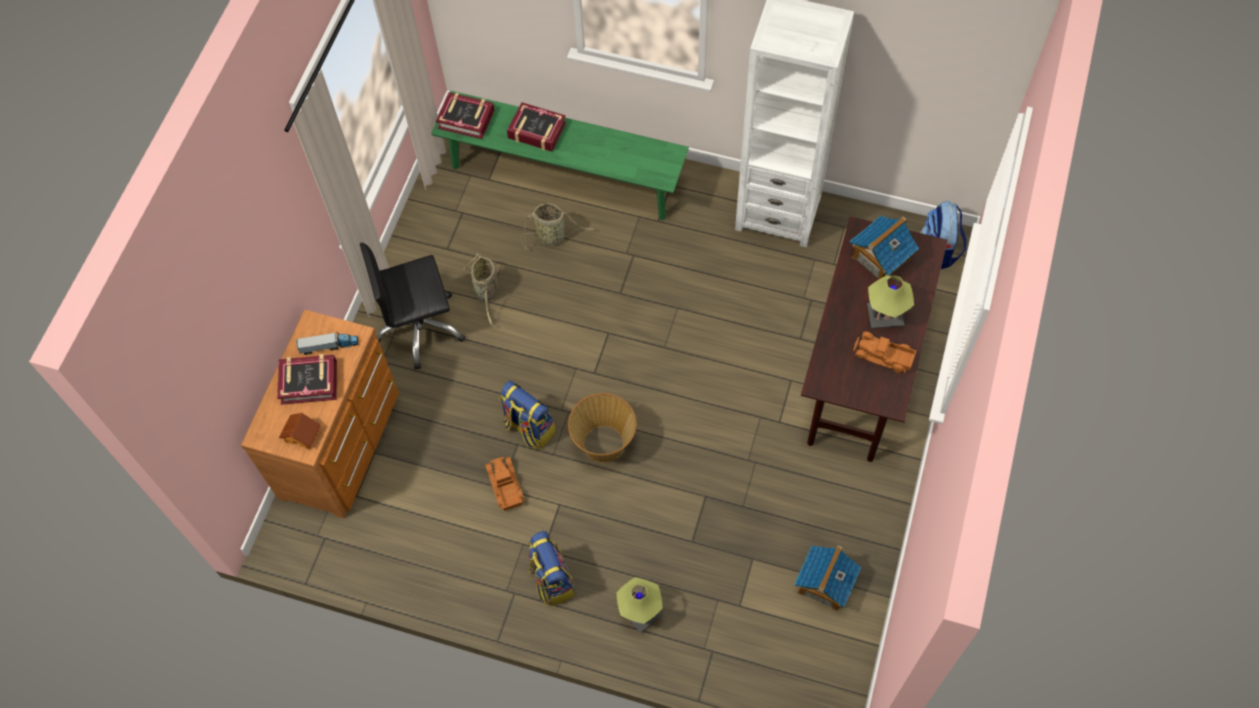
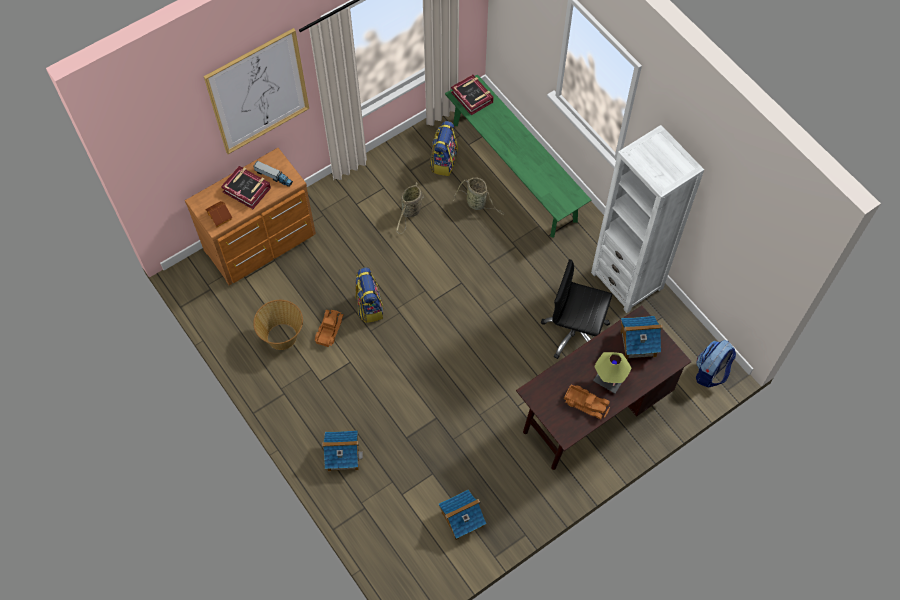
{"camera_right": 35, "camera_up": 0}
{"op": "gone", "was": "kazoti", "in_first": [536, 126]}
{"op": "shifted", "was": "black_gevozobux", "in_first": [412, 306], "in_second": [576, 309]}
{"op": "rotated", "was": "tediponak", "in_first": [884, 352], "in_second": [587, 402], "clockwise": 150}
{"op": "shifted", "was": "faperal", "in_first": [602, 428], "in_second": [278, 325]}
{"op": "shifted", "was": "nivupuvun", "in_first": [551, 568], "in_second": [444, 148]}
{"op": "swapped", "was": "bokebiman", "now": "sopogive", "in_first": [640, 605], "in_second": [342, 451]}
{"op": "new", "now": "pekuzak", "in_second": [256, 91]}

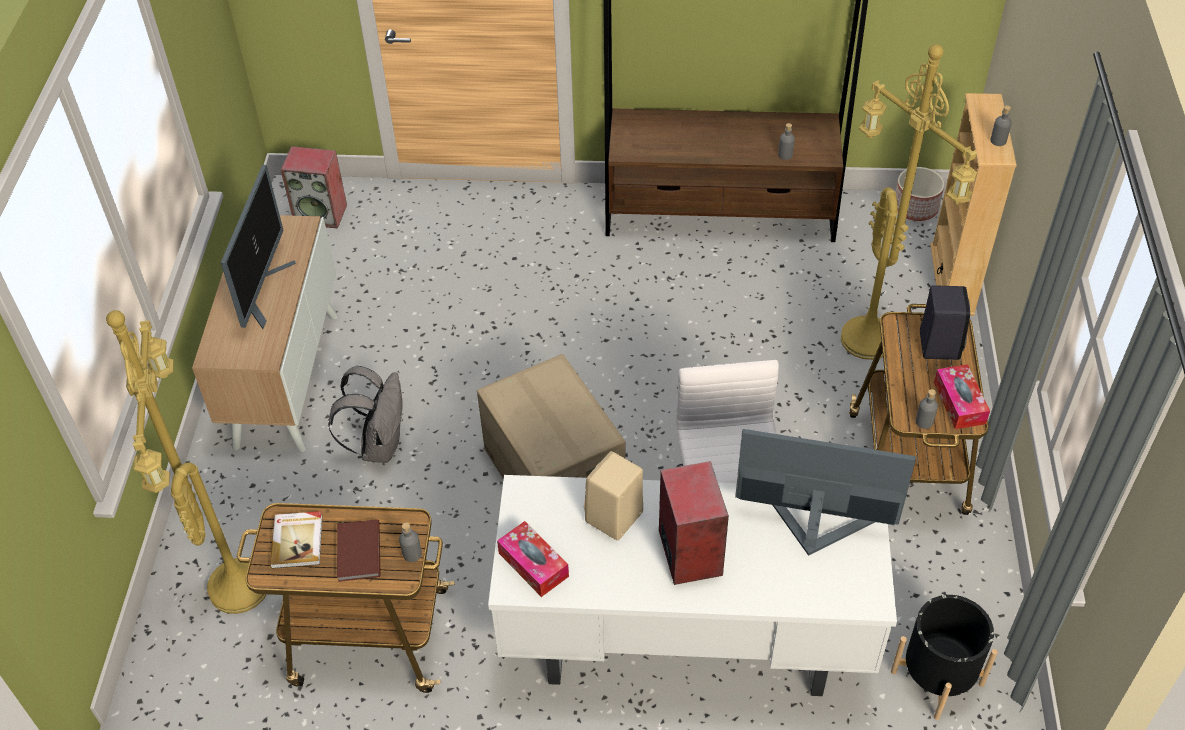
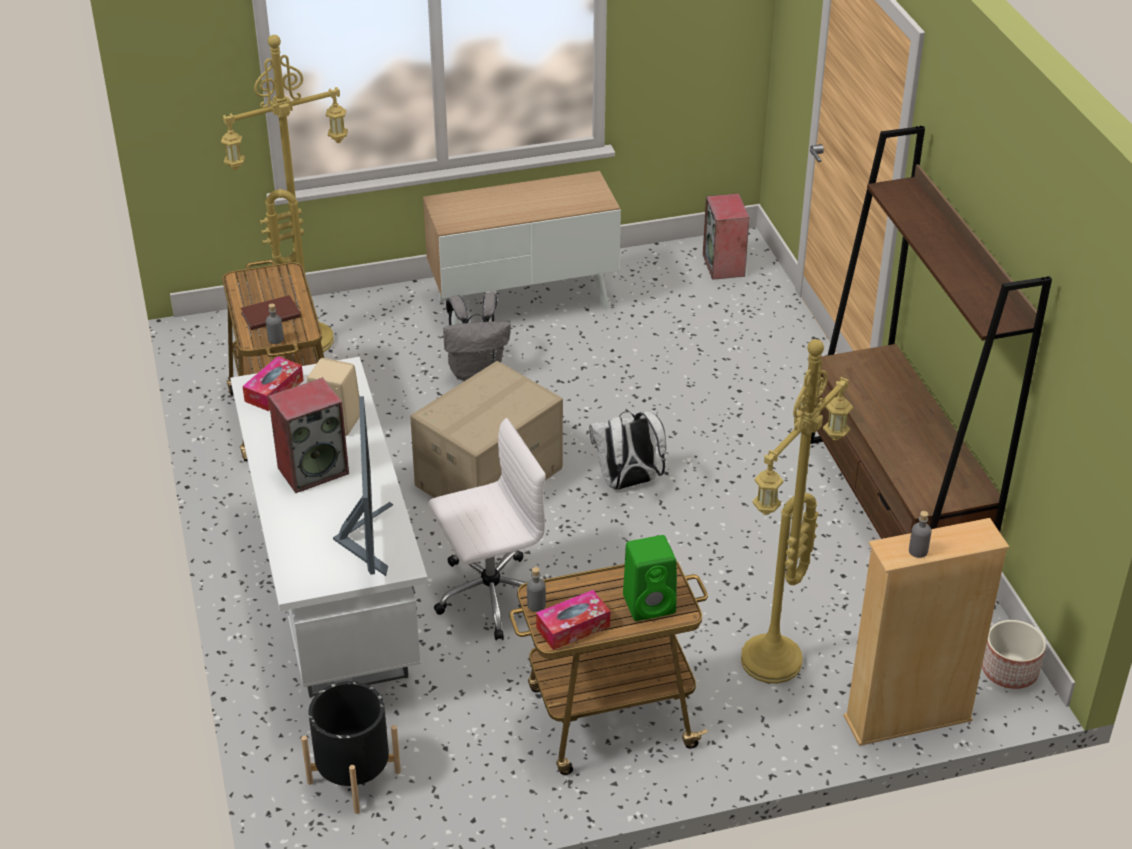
{"camera_right": 70, "camera_up": -10}
{"op": "gone", "was": "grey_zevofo", "in_first": [786, 141]}
{"op": "gone", "was": "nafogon", "in_first": [258, 247]}
{"op": "repainted", "was": "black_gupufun", "now": "green_gupufun", "in_first": [945, 322], "in_second": [650, 578]}
{"op": "gone", "was": "kazoti", "in_first": [296, 540]}
{"op": "new", "now": "white_nivupuvun", "in_second": [627, 450]}

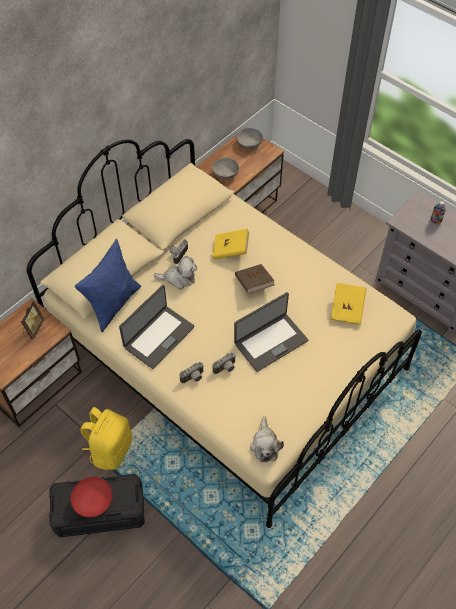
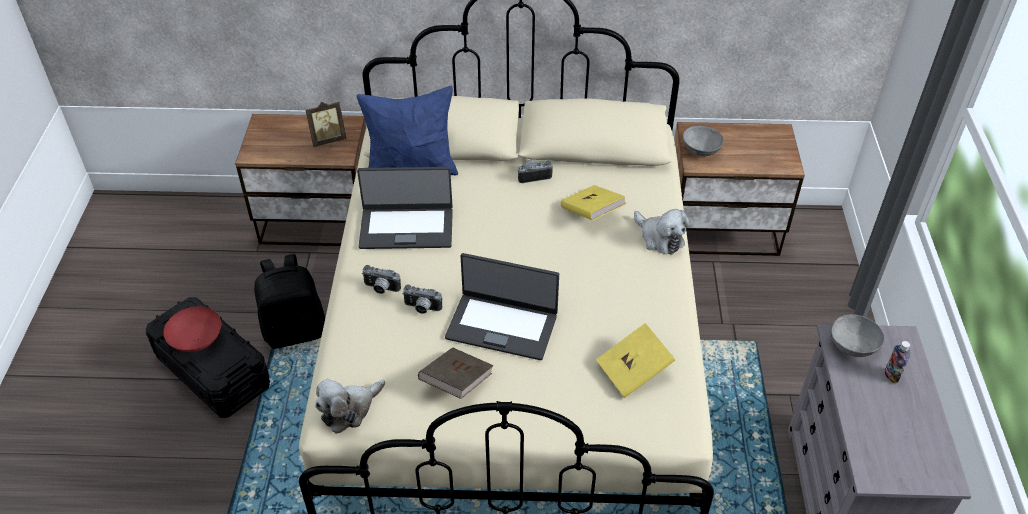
{"camera_right": 50, "camera_up": -10}
{"op": "shifted", "was": "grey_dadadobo", "in_first": [250, 138], "in_second": [858, 335]}
{"op": "shifted", "was": "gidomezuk", "in_first": [175, 273], "in_second": [662, 232]}
{"op": "shifted", "was": "brown_kazoti", "in_first": [255, 279], "in_second": [456, 373]}
{"op": "repainted", "was": "yellow_nivupuvun", "now": "black_nivupuvun", "in_first": [106, 438], "in_second": [289, 301]}

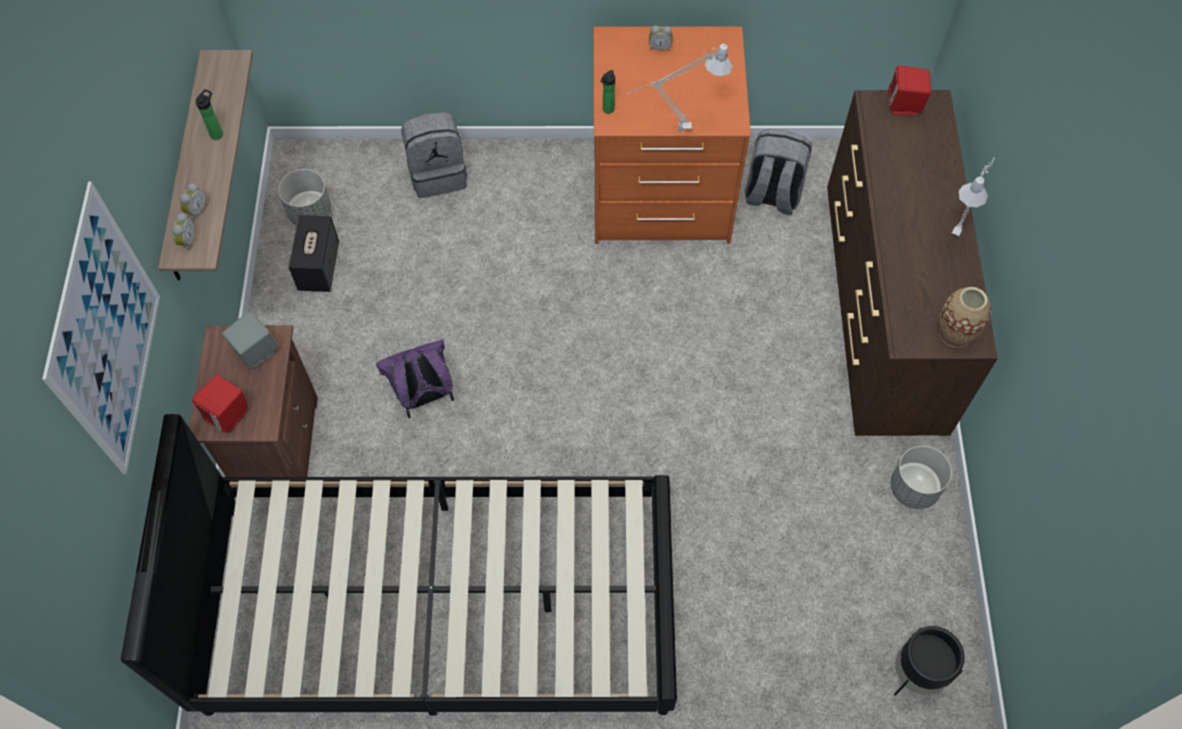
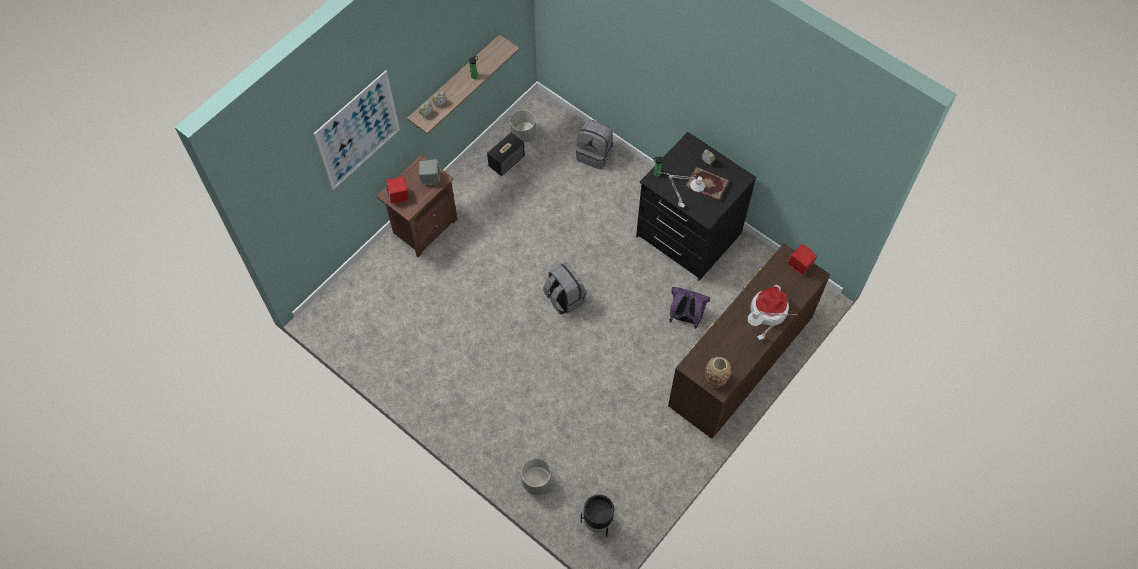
{"camera_right": 40, "camera_up": 0}
{"op": "repainted", "was": "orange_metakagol", "now": "black_metakagol", "in_first": [672, 135], "in_second": [696, 206]}
{"op": "shifted", "was": "grey_nivupuvun", "in_first": [778, 172], "in_second": [565, 288]}
{"op": "shifted", "was": "purple_nivupuvun", "in_first": [415, 378], "in_second": [689, 307]}
{"op": "gone", "was": "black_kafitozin", "in_first": [399, 565]}
{"op": "shifted", "was": "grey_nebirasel", "in_first": [921, 477], "in_second": [536, 476]}
{"op": "new", "now": "kazoti", "in_second": [707, 184]}
{"op": "new", "now": "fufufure", "in_second": [769, 305]}

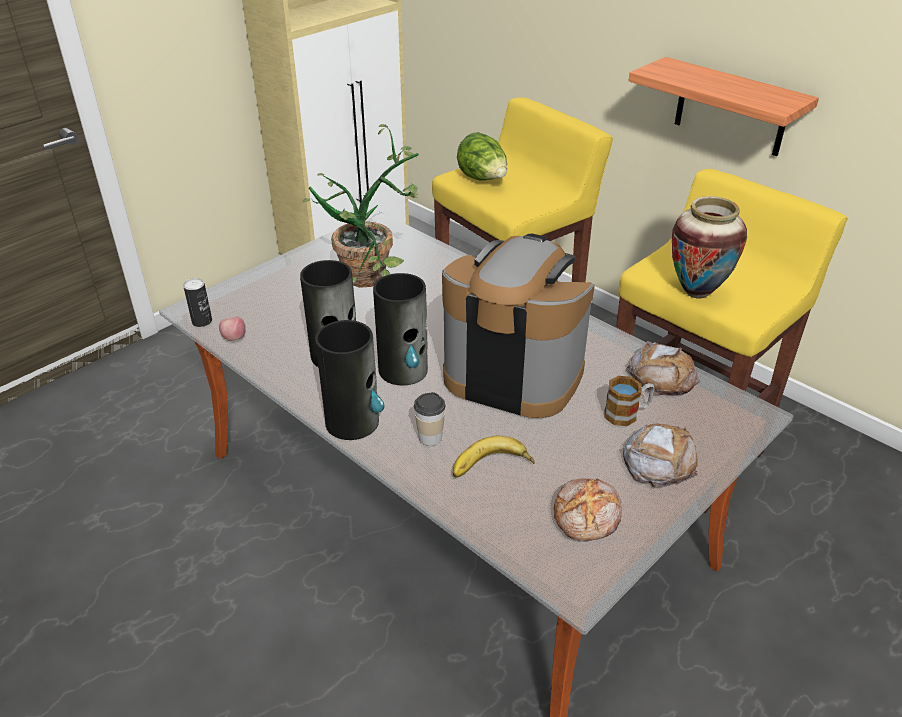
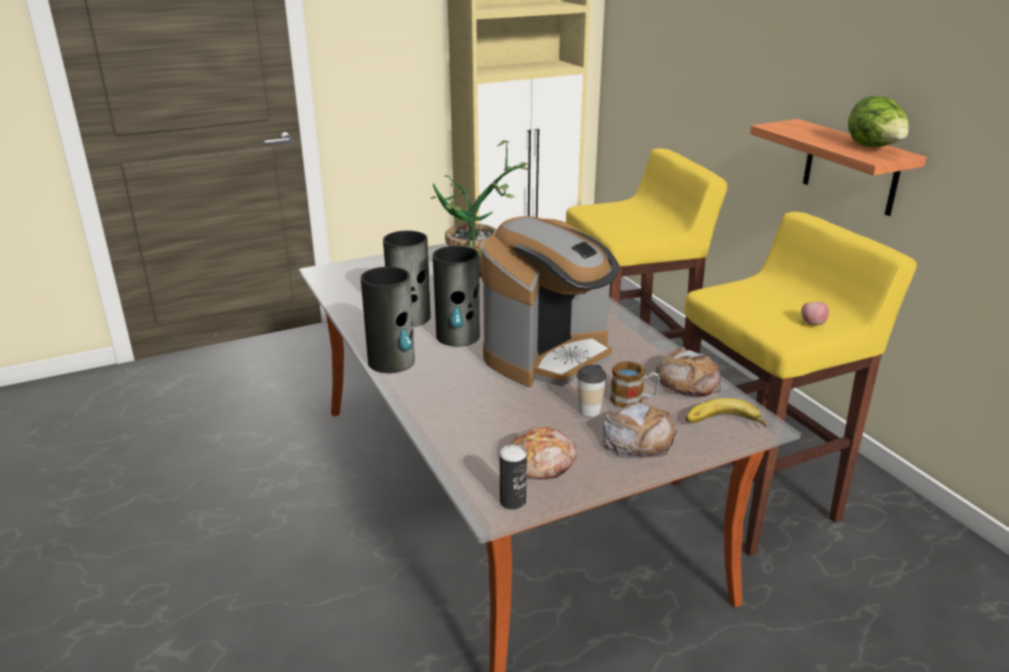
{"camera_right": 20, "camera_up": -10}
{"op": "shifted", "was": "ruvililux", "in_first": [482, 156], "in_second": [878, 121]}
{"op": "gone", "was": "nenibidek", "in_first": [709, 247]}
{"op": "rotated", "was": "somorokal", "in_first": [518, 325], "in_second": [550, 301], "clockwise": 90}
{"op": "shifted", "was": "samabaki", "in_first": [197, 302], "in_second": [513, 477]}
{"op": "shifted", "was": "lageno", "in_first": [232, 328], "in_second": [815, 313]}
{"op": "shifted", "was": "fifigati", "in_first": [429, 419], "in_second": [592, 391]}
{"op": "shifted", "was": "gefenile", "in_first": [494, 457], "in_second": [726, 412]}

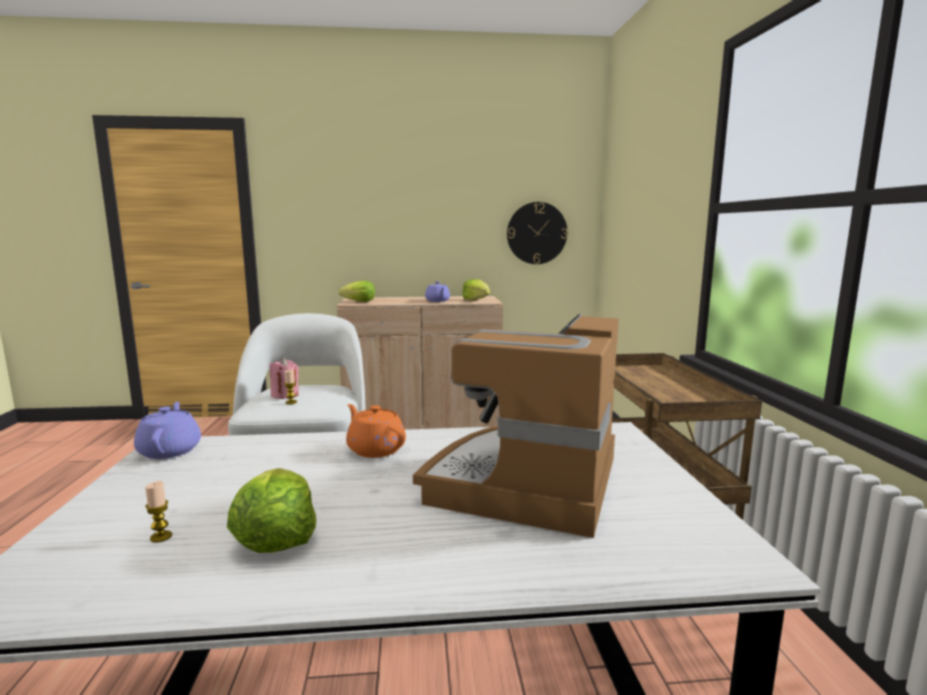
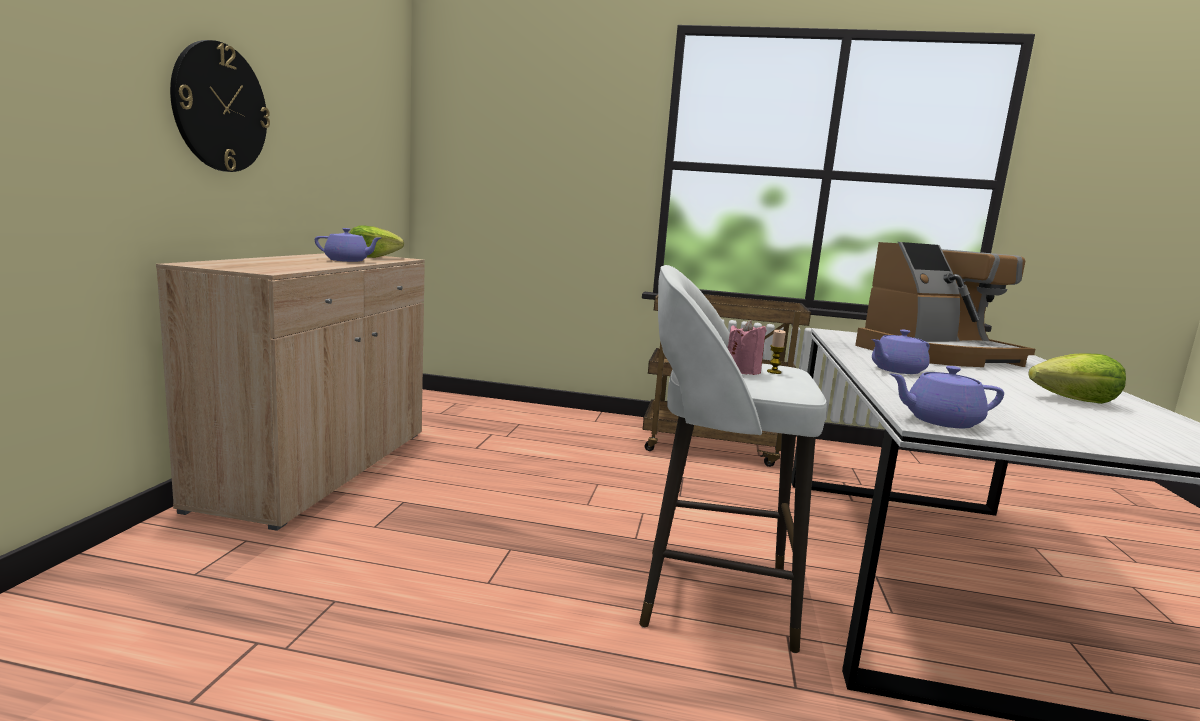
{"camera_right": -75, "camera_up": 0}
{"op": "shifted", "was": "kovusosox", "in_first": [537, 233], "in_second": [220, 106]}
{"op": "gone", "was": "ruvililux", "in_first": [356, 291]}
{"op": "rotated", "was": "somorokal", "in_first": [516, 426], "in_second": [945, 304], "clockwise": -60}
{"op": "repainted", "was": "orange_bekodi", "now": "purple_bekodi", "in_first": [376, 431], "in_second": [901, 352]}
{"op": "gone", "was": "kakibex", "in_first": [158, 512]}

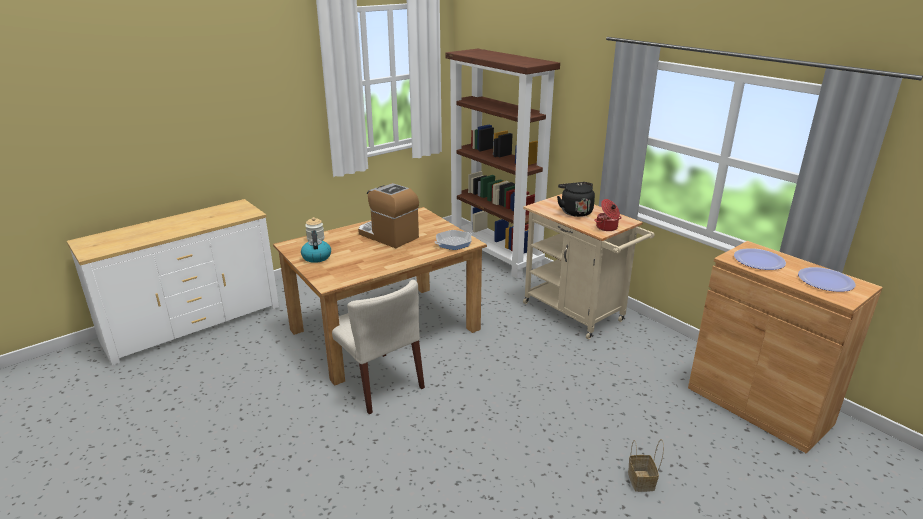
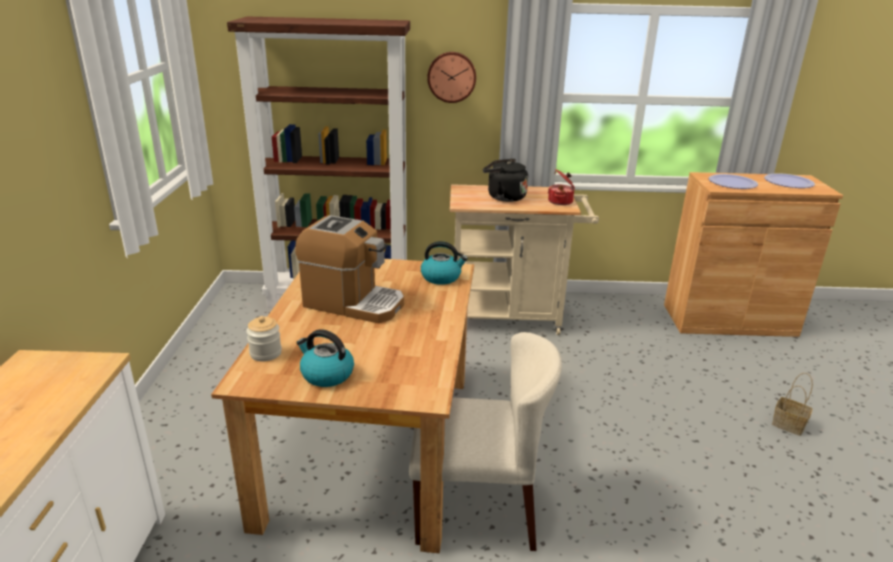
{"camera_right": -50, "camera_up": 0}
{"op": "rotated", "was": "somorokal", "in_first": [388, 215], "in_second": [349, 269], "clockwise": -150}
{"op": "swapped", "was": "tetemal", "now": "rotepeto", "in_first": [453, 240], "in_second": [444, 263]}
{"op": "new", "now": "kovusosox", "in_second": [451, 77]}

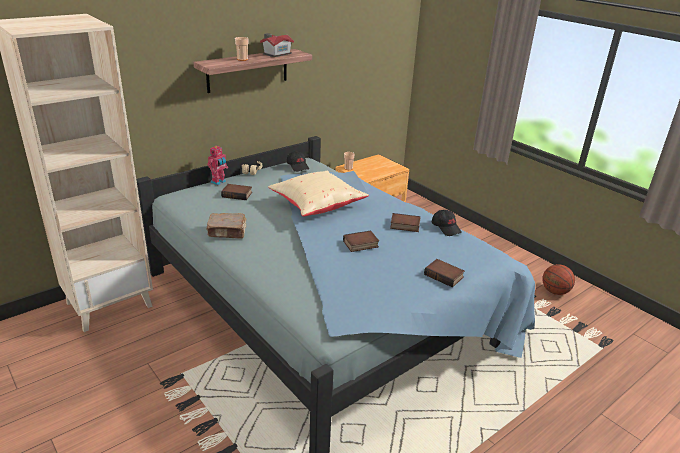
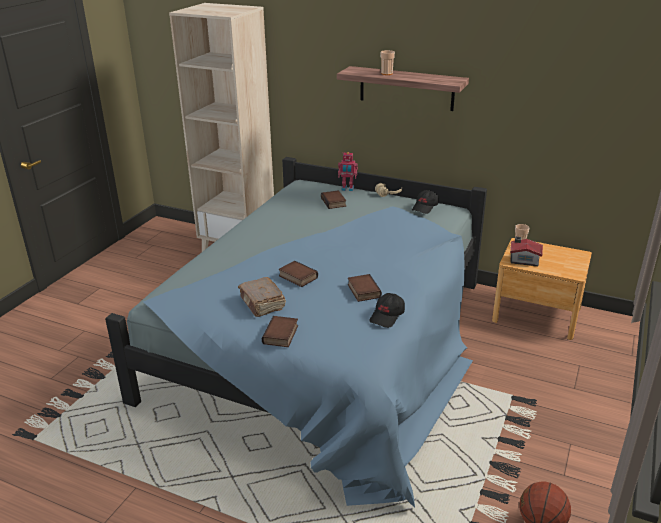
{"camera_right": 65, "camera_up": 0}
{"op": "shifted", "was": "sopogive", "in_first": [277, 45], "in_second": [526, 251]}
{"op": "gone", "was": "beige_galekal", "in_first": [318, 194]}
{"op": "shifted", "was": "brown_kazoti", "in_first": [226, 226], "in_second": [262, 297]}

